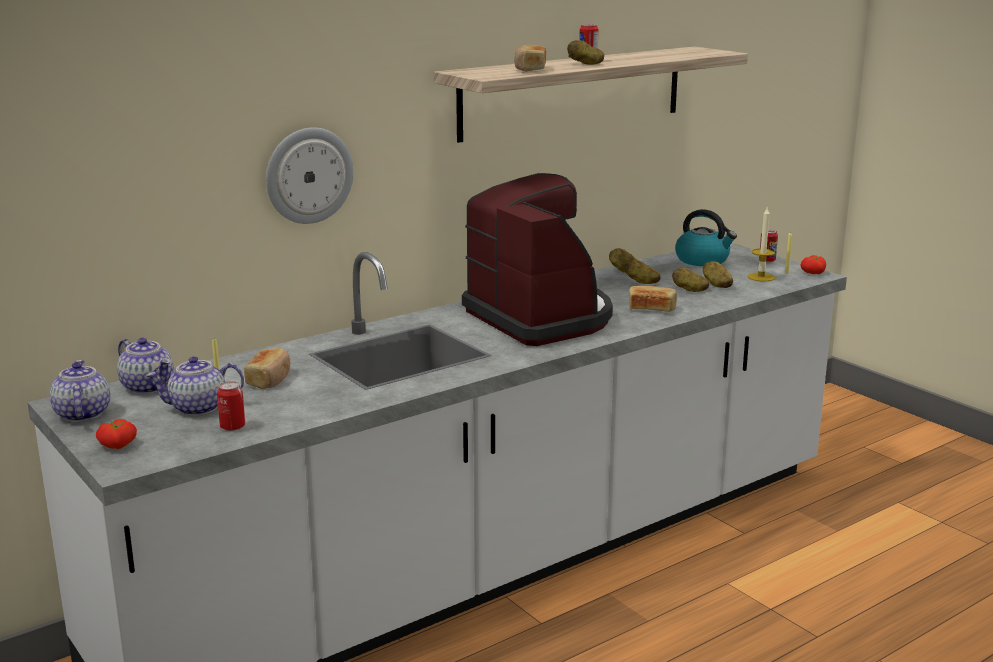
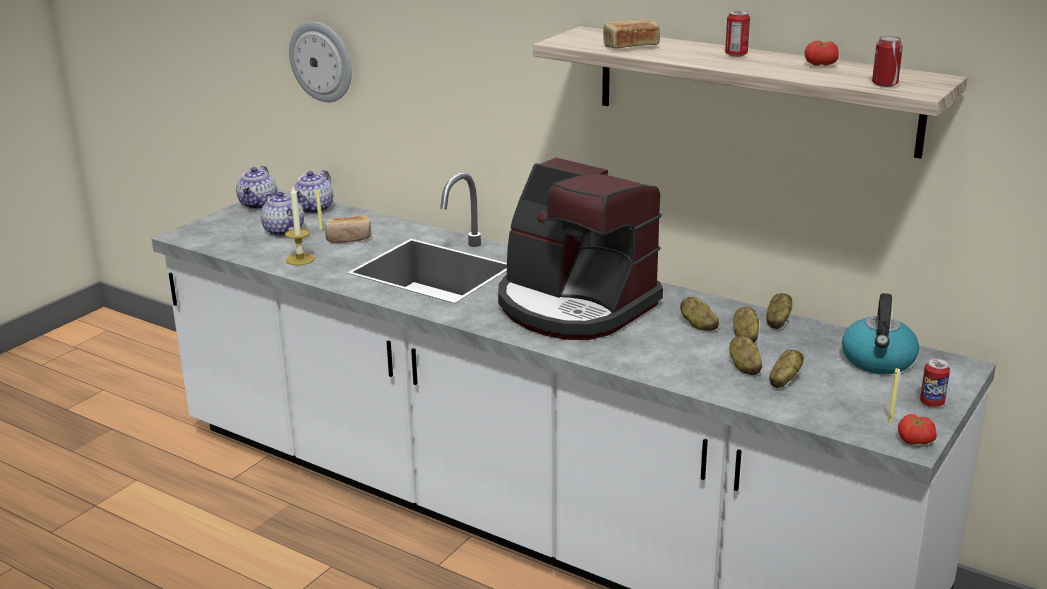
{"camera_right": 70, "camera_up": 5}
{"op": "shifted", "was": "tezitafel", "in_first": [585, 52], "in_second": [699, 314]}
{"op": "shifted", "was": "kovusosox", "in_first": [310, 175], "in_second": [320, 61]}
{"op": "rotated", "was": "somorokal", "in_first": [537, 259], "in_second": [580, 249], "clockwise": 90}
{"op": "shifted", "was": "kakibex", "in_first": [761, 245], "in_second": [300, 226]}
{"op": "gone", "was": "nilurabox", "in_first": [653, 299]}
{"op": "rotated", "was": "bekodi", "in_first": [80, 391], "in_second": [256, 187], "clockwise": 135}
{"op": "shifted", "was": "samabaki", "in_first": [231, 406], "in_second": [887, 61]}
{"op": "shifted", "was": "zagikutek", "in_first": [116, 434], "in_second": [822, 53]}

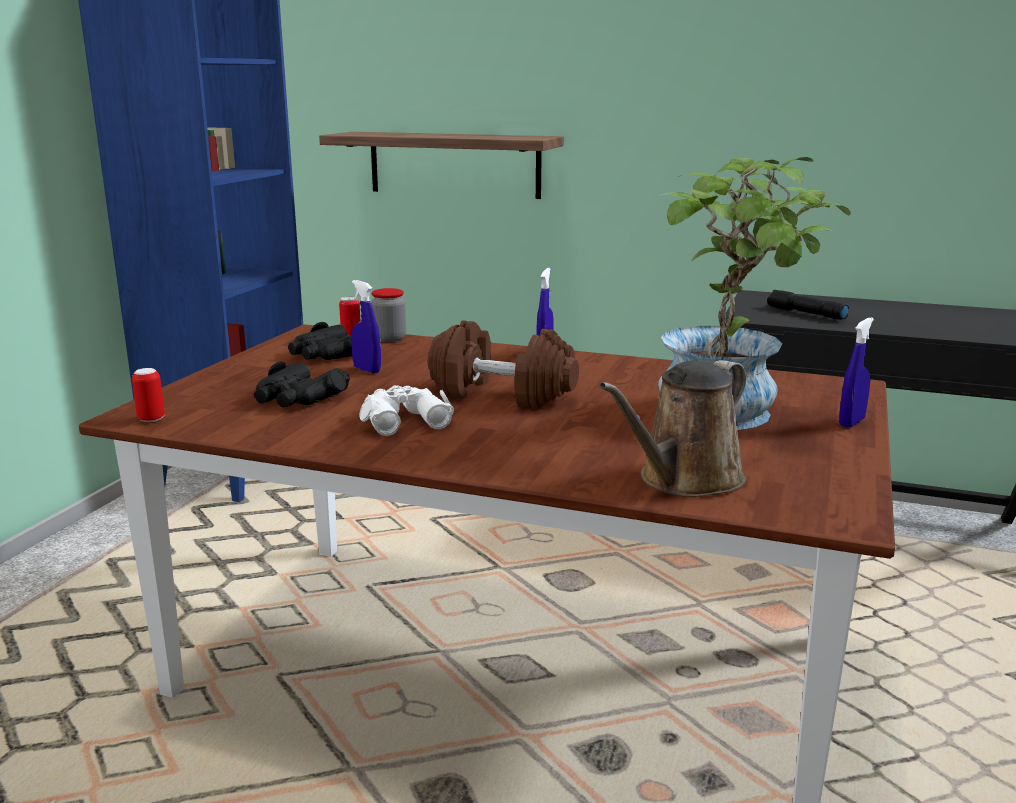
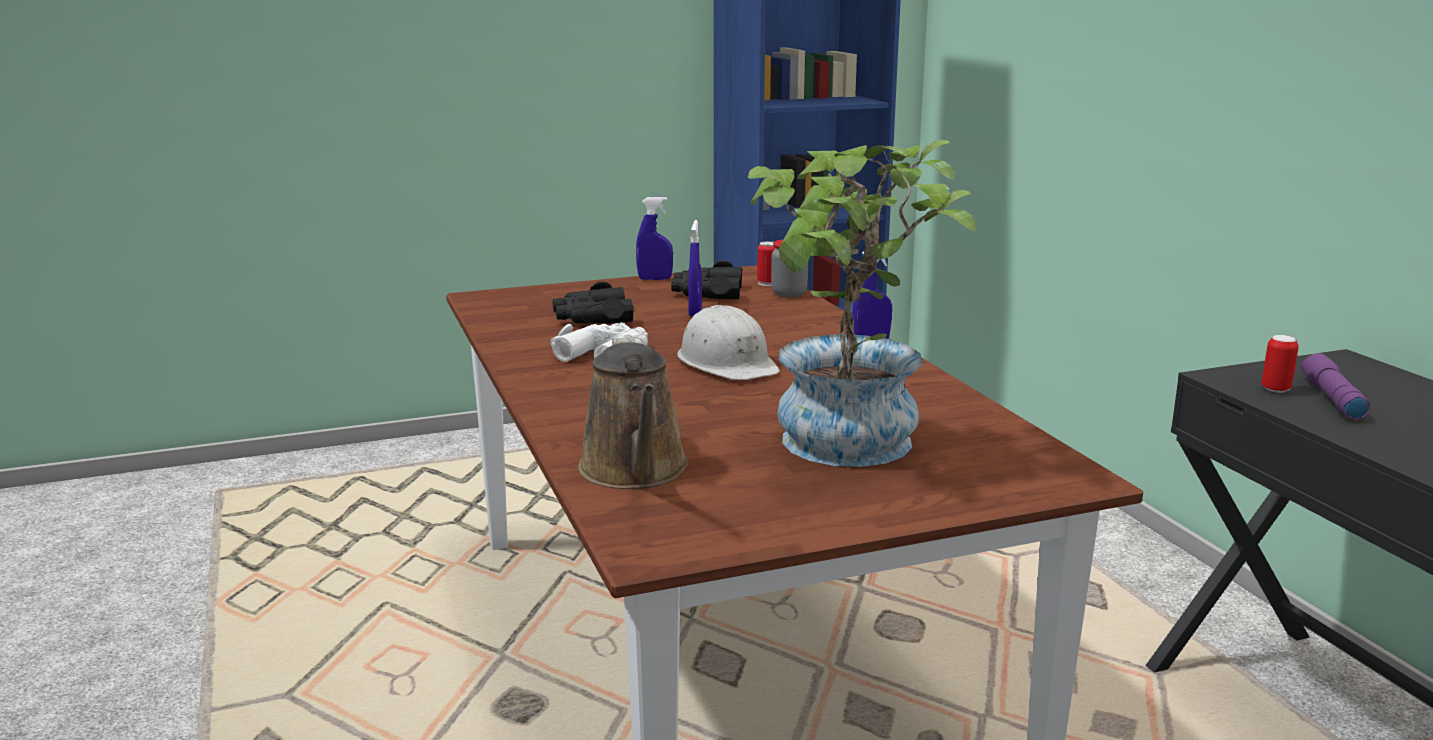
{"camera_right": 50, "camera_up": 0}
{"op": "gone", "was": "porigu", "in_first": [441, 165]}
{"op": "repainted", "was": "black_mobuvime", "now": "purple_mobuvime", "in_first": [808, 305], "in_second": [1335, 386]}
{"op": "shifted", "was": "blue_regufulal", "in_first": [856, 372], "in_second": [654, 238]}
{"op": "swapped", "was": "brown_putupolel", "now": "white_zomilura", "in_first": [503, 364], "in_second": [728, 342]}
{"op": "rotated", "was": "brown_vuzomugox", "in_first": [672, 428], "in_second": [633, 413], "clockwise": -105}
{"op": "shifted", "was": "samabaki", "in_first": [148, 395], "in_second": [1280, 364]}

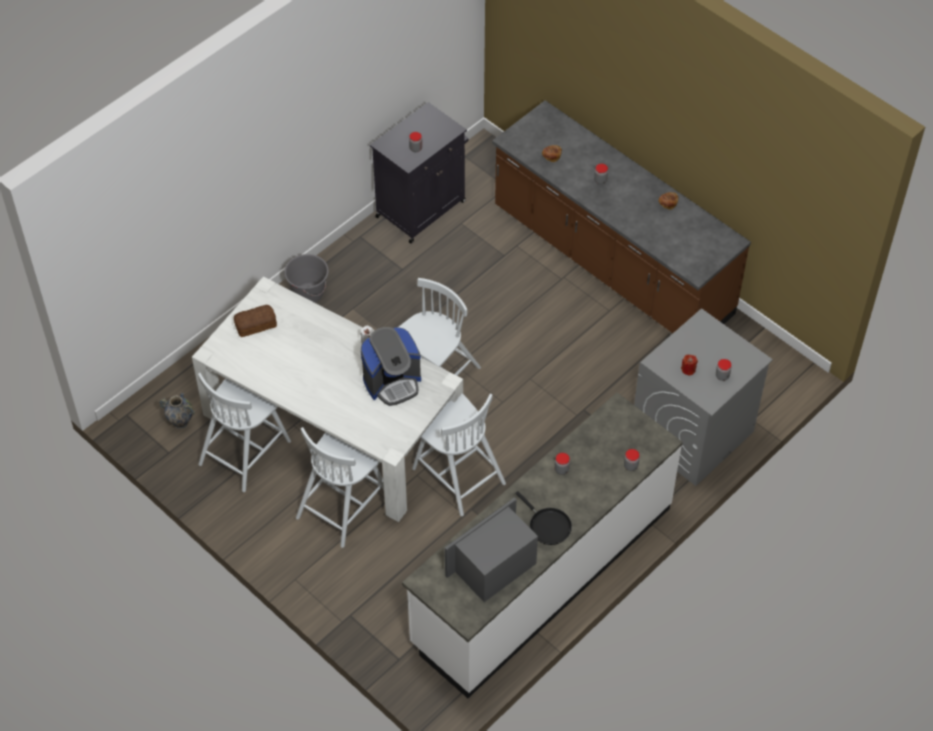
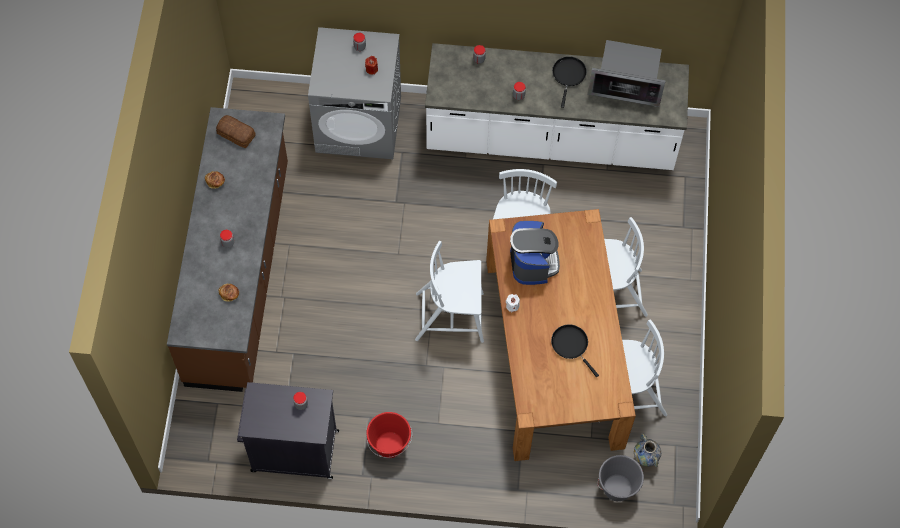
{"camera_right": -130, "camera_up": 10}
{"op": "shifted", "was": "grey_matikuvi", "in_first": [306, 278], "in_second": [620, 478]}
{"op": "repainted", "was": "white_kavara", "now": "brown_kavara", "in_first": [327, 399], "in_second": [561, 335]}
{"op": "shifted", "was": "nilurabox", "in_first": [255, 321], "in_second": [236, 131]}
{"op": "rotated", "was": "somorokal", "in_first": [391, 366], "in_second": [535, 253], "clockwise": 60}
{"op": "new", "now": "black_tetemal", "in_second": [575, 350]}
{"op": "new", "now": "red_matikuvi", "in_second": [389, 435]}

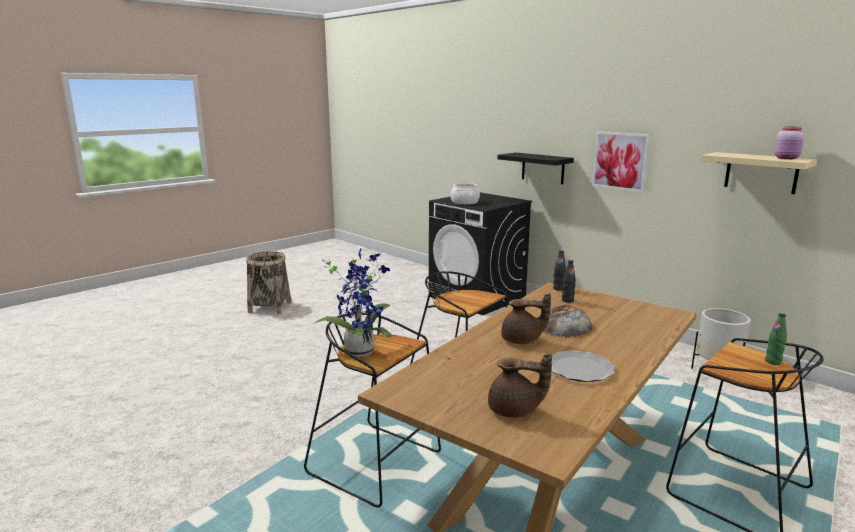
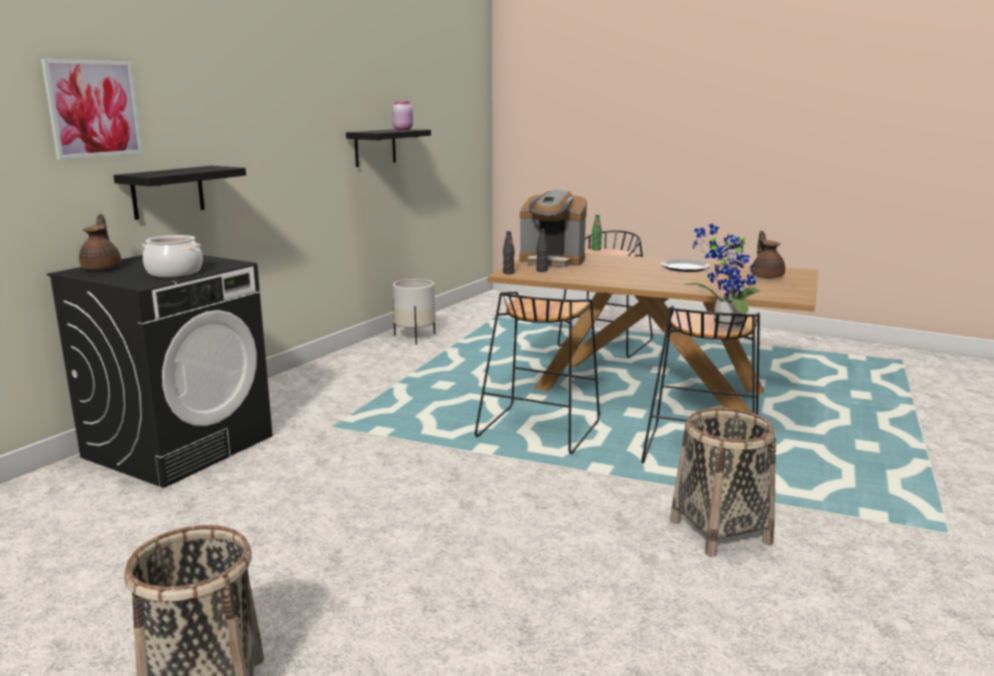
{"camera_right": -105, "camera_up": 0}
{"op": "shifted", "was": "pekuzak", "in_first": [621, 162], "in_second": [92, 109]}
{"op": "repainted", "was": "beige_porigu", "now": "black_porigu", "in_first": [759, 173], "in_second": [388, 148]}
{"op": "shifted", "was": "brown_bekodi", "in_first": [526, 318], "in_second": [100, 242]}
{"op": "gone", "was": "nilurabox", "in_first": [567, 321]}
{"op": "new", "now": "somorokal", "in_second": [553, 228]}
{"op": "new", "now": "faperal", "in_second": [723, 482]}

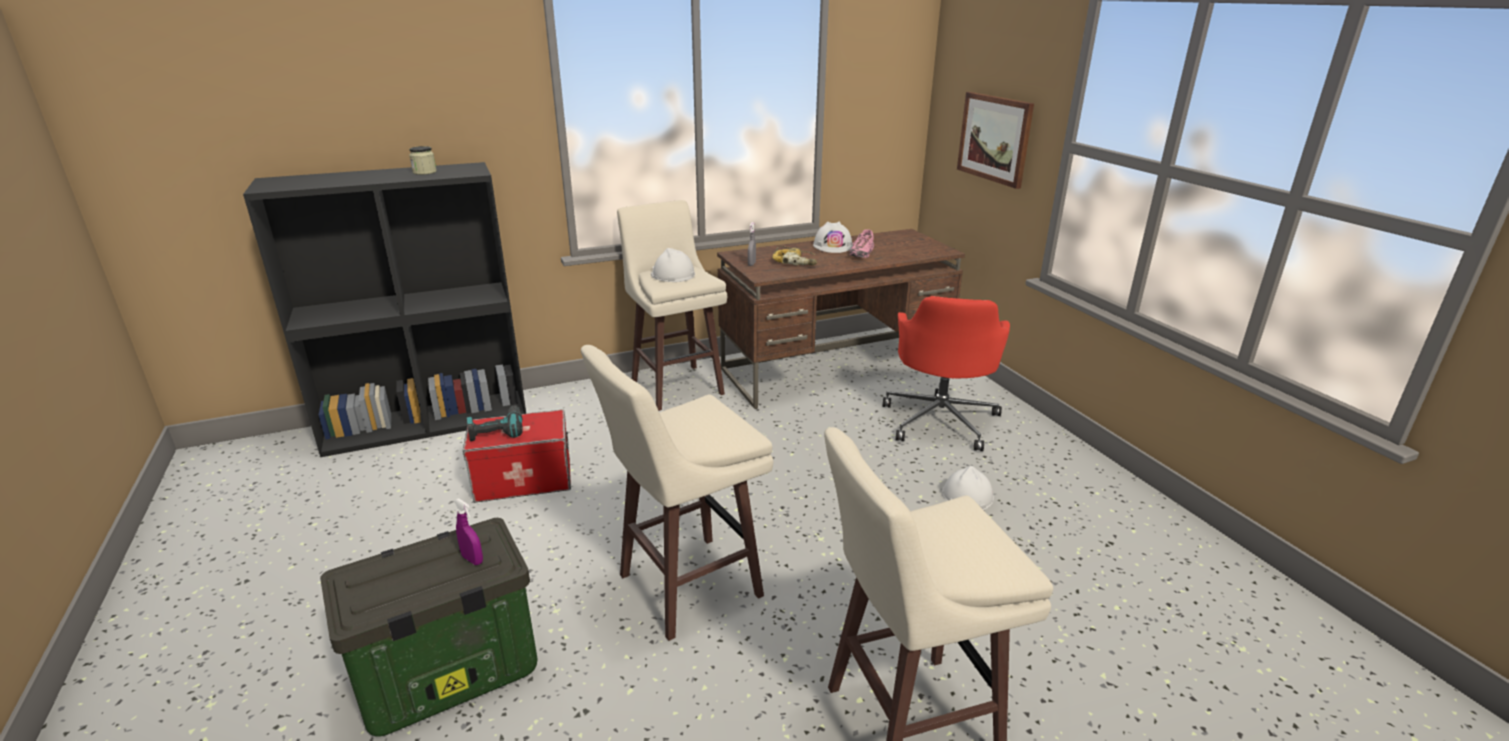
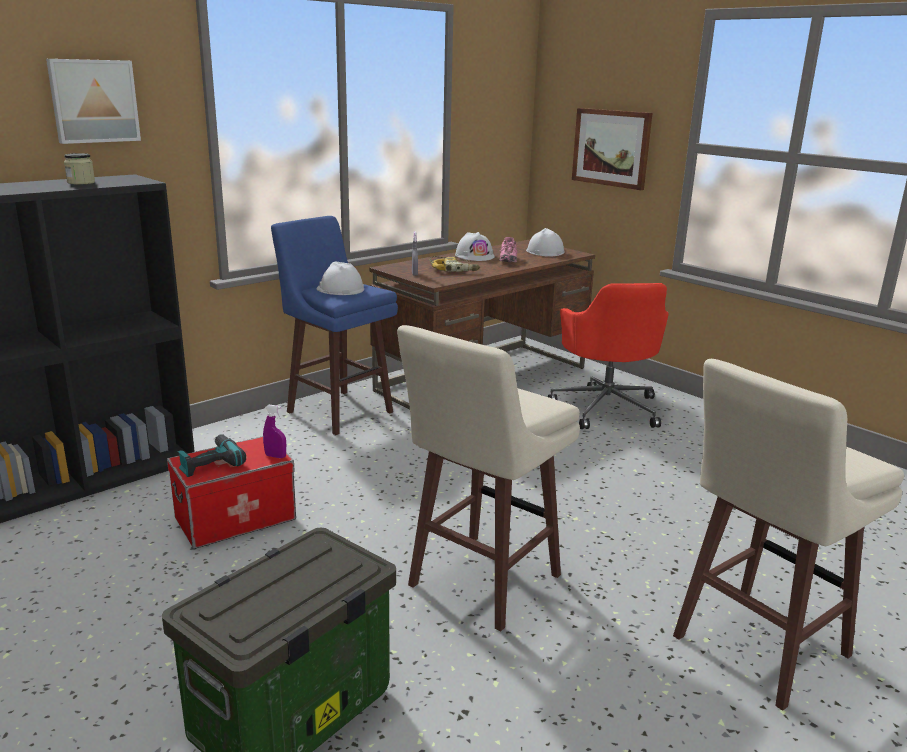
{"camera_right": -20, "camera_up": -5}
{"op": "repainted", "was": "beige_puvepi", "now": "blue_puvepi", "in_first": [672, 305], "in_second": [334, 325]}
{"op": "shifted", "was": "white_zomilura", "in_first": [968, 488], "in_second": [545, 242]}
{"op": "shifted", "was": "purple_regufulal", "in_first": [468, 531], "in_second": [274, 431]}
{"op": "new", "now": "pekuzak", "in_second": [93, 101]}

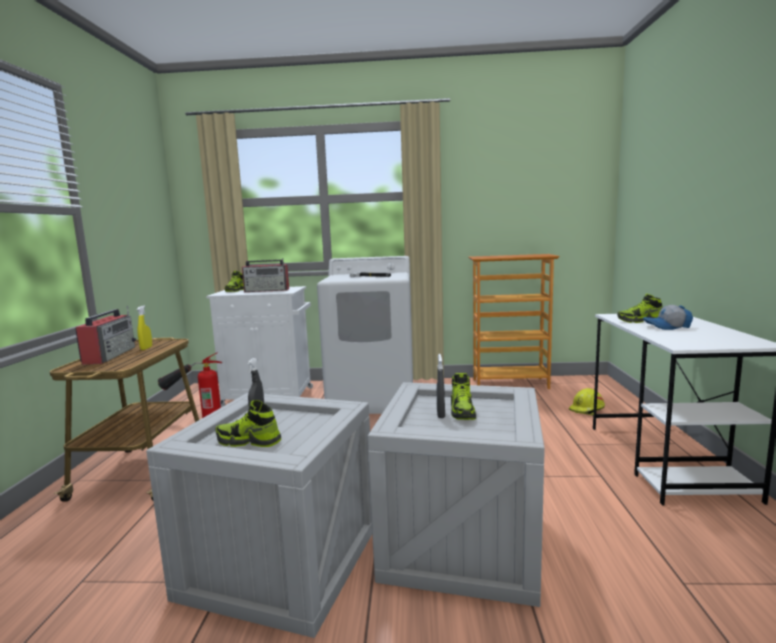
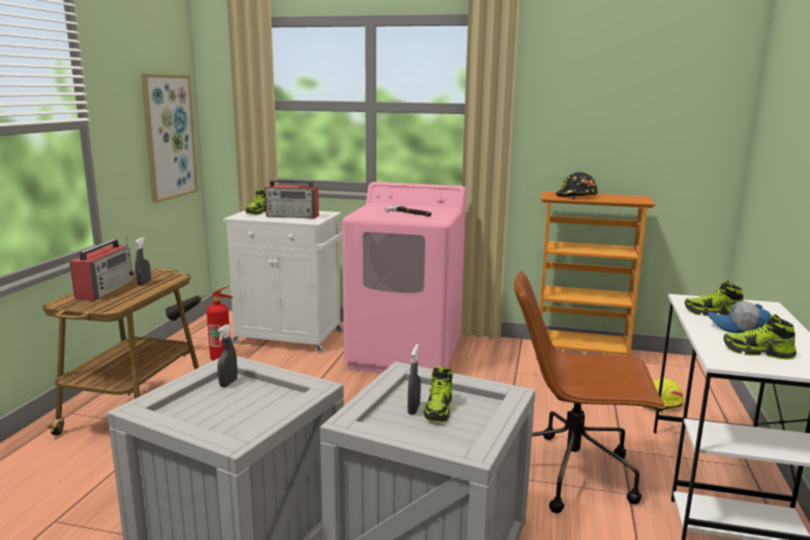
{"camera_right": 10, "camera_up": 5}
{"op": "repainted", "was": "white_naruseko", "now": "pink_naruseko", "in_first": [365, 335], "in_second": [404, 277]}
{"op": "repainted", "was": "yellow_regufulal", "now": "grey_regufulal", "in_first": [144, 327], "in_second": [143, 261]}
{"op": "shifted", "was": "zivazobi", "in_first": [248, 423], "in_second": [759, 337]}
{"op": "new", "now": "pekuzak", "in_second": [169, 138]}
{"op": "new", "now": "black_zomilura", "in_second": [576, 185]}
{"op": "new", "now": "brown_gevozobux", "in_second": [590, 392]}

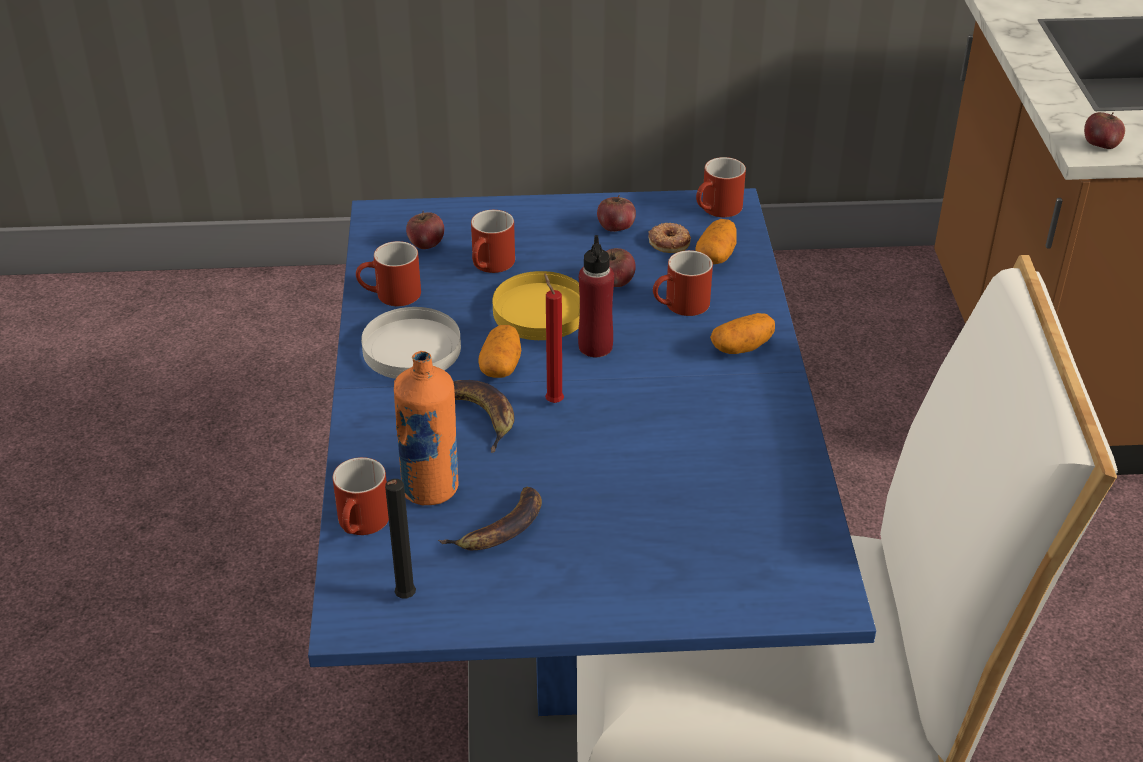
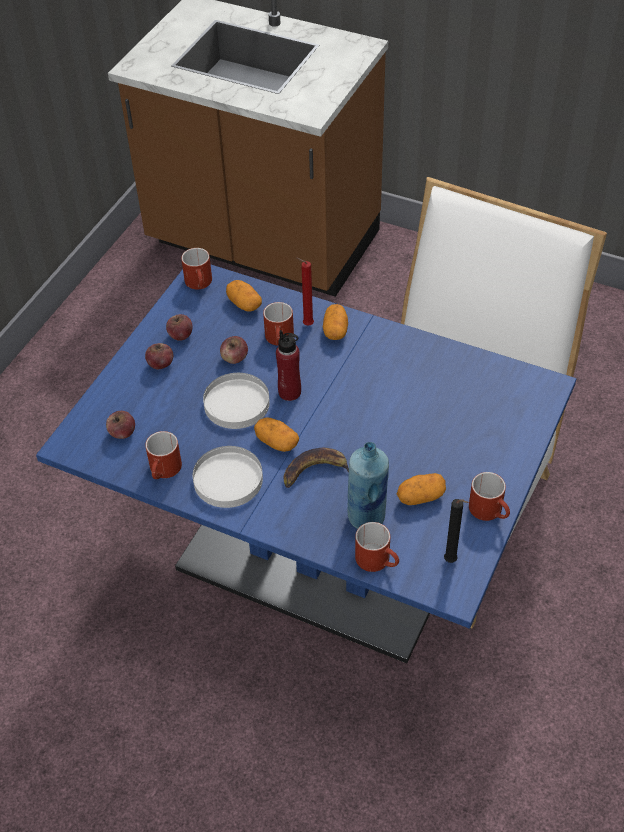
{"camera_right": -60, "camera_up": 10}
{"op": "shifted", "was": "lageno", "in_first": [1104, 130], "in_second": [159, 356]}
{"op": "shifted", "was": "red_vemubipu", "in_first": [493, 241], "in_second": [489, 496]}
{"op": "gone", "was": "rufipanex", "in_first": [669, 238]}
{"op": "repainted", "was": "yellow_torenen", "now": "white_torenen", "in_first": [536, 305], "in_second": [236, 401]}
{"op": "shifted", "was": "red_kakibex", "in_first": [554, 338], "in_second": [305, 292]}
{"op": "repainted", "was": "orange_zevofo", "now": "blue_zevofo", "in_first": [426, 428], "in_second": [368, 485]}
{"op": "swapped", "was": "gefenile", "now": "tezitafel", "in_first": [490, 518], "in_second": [421, 489]}

